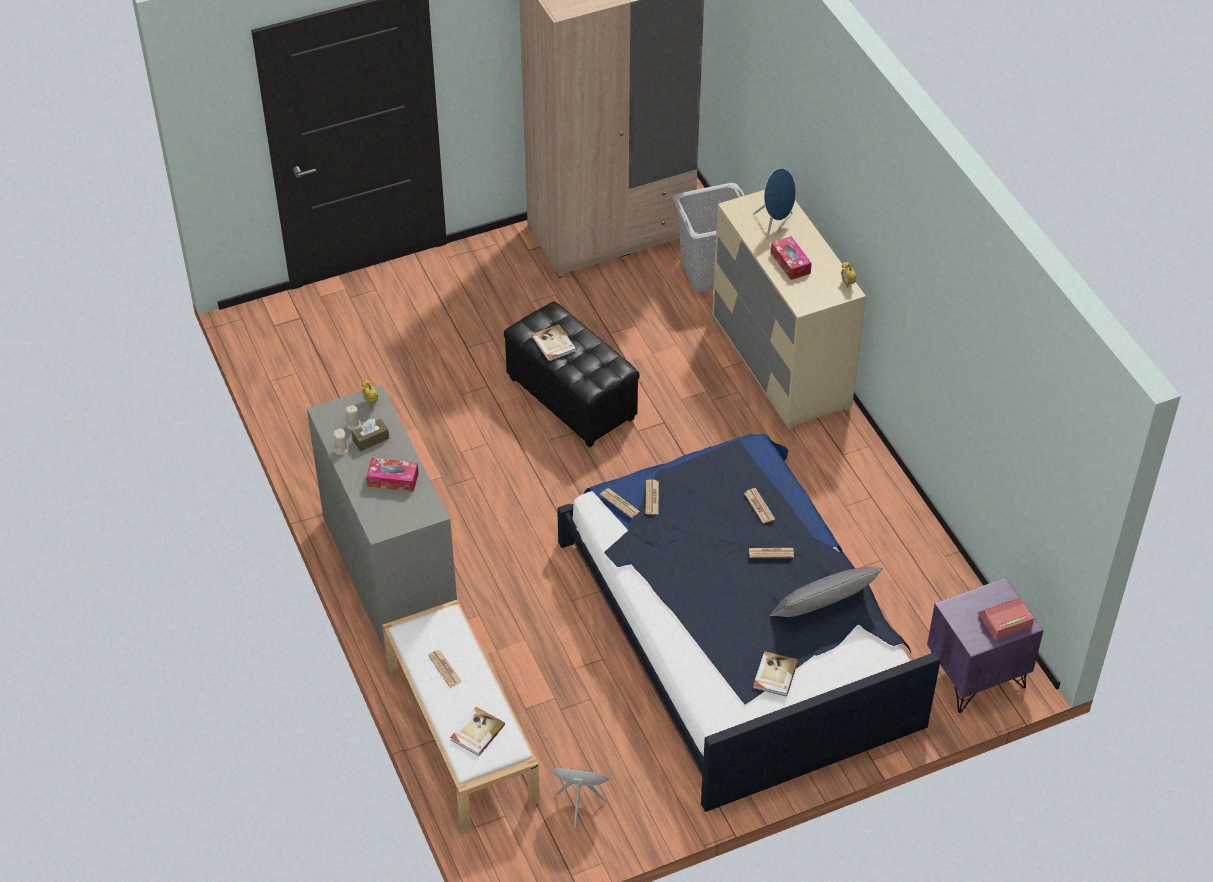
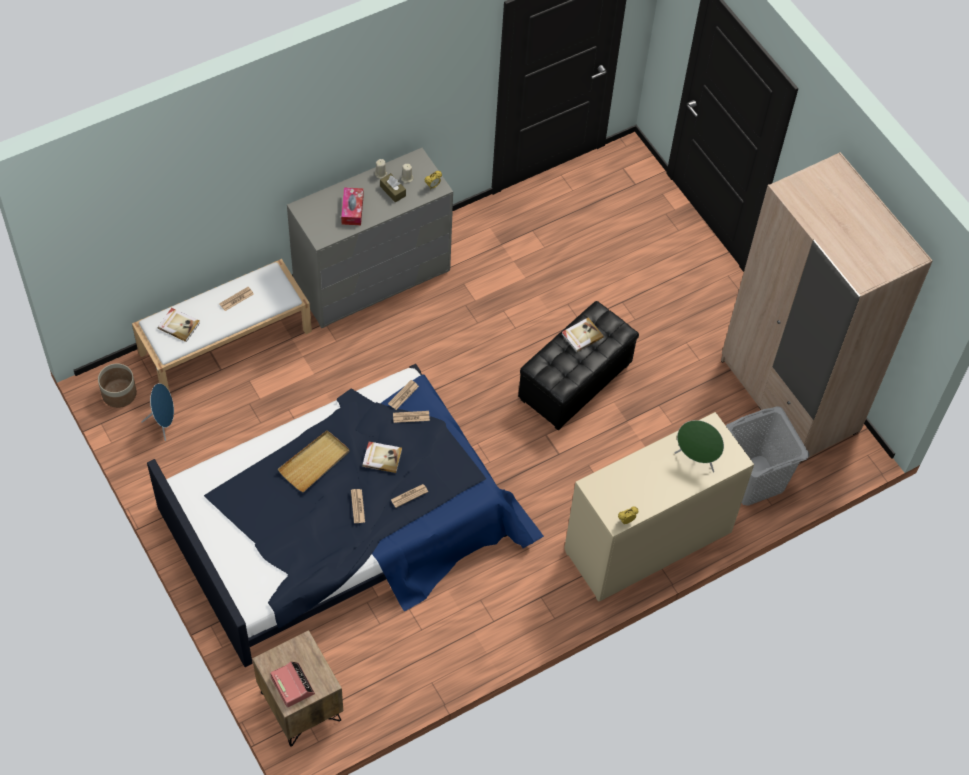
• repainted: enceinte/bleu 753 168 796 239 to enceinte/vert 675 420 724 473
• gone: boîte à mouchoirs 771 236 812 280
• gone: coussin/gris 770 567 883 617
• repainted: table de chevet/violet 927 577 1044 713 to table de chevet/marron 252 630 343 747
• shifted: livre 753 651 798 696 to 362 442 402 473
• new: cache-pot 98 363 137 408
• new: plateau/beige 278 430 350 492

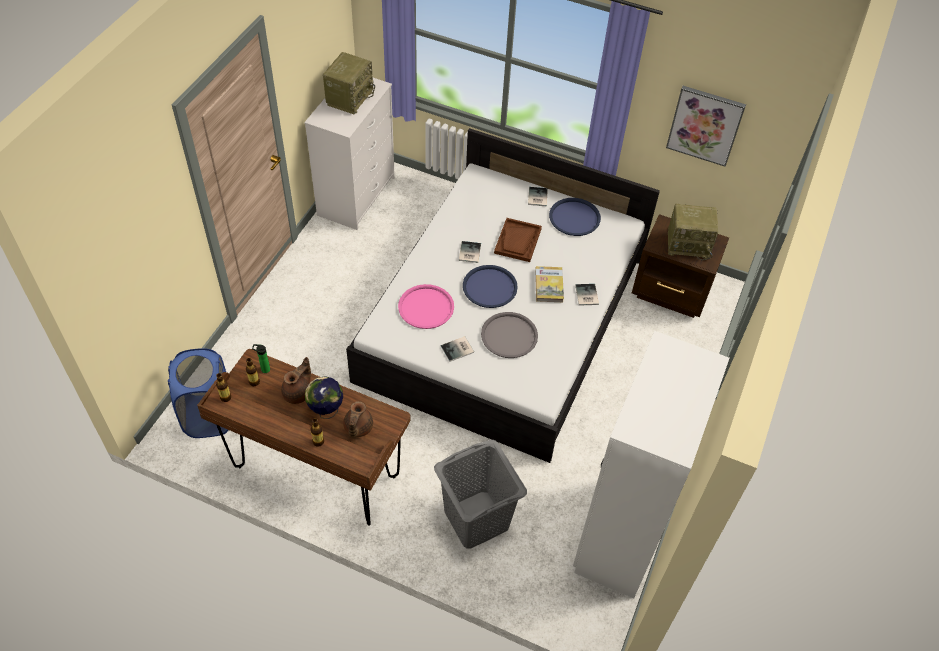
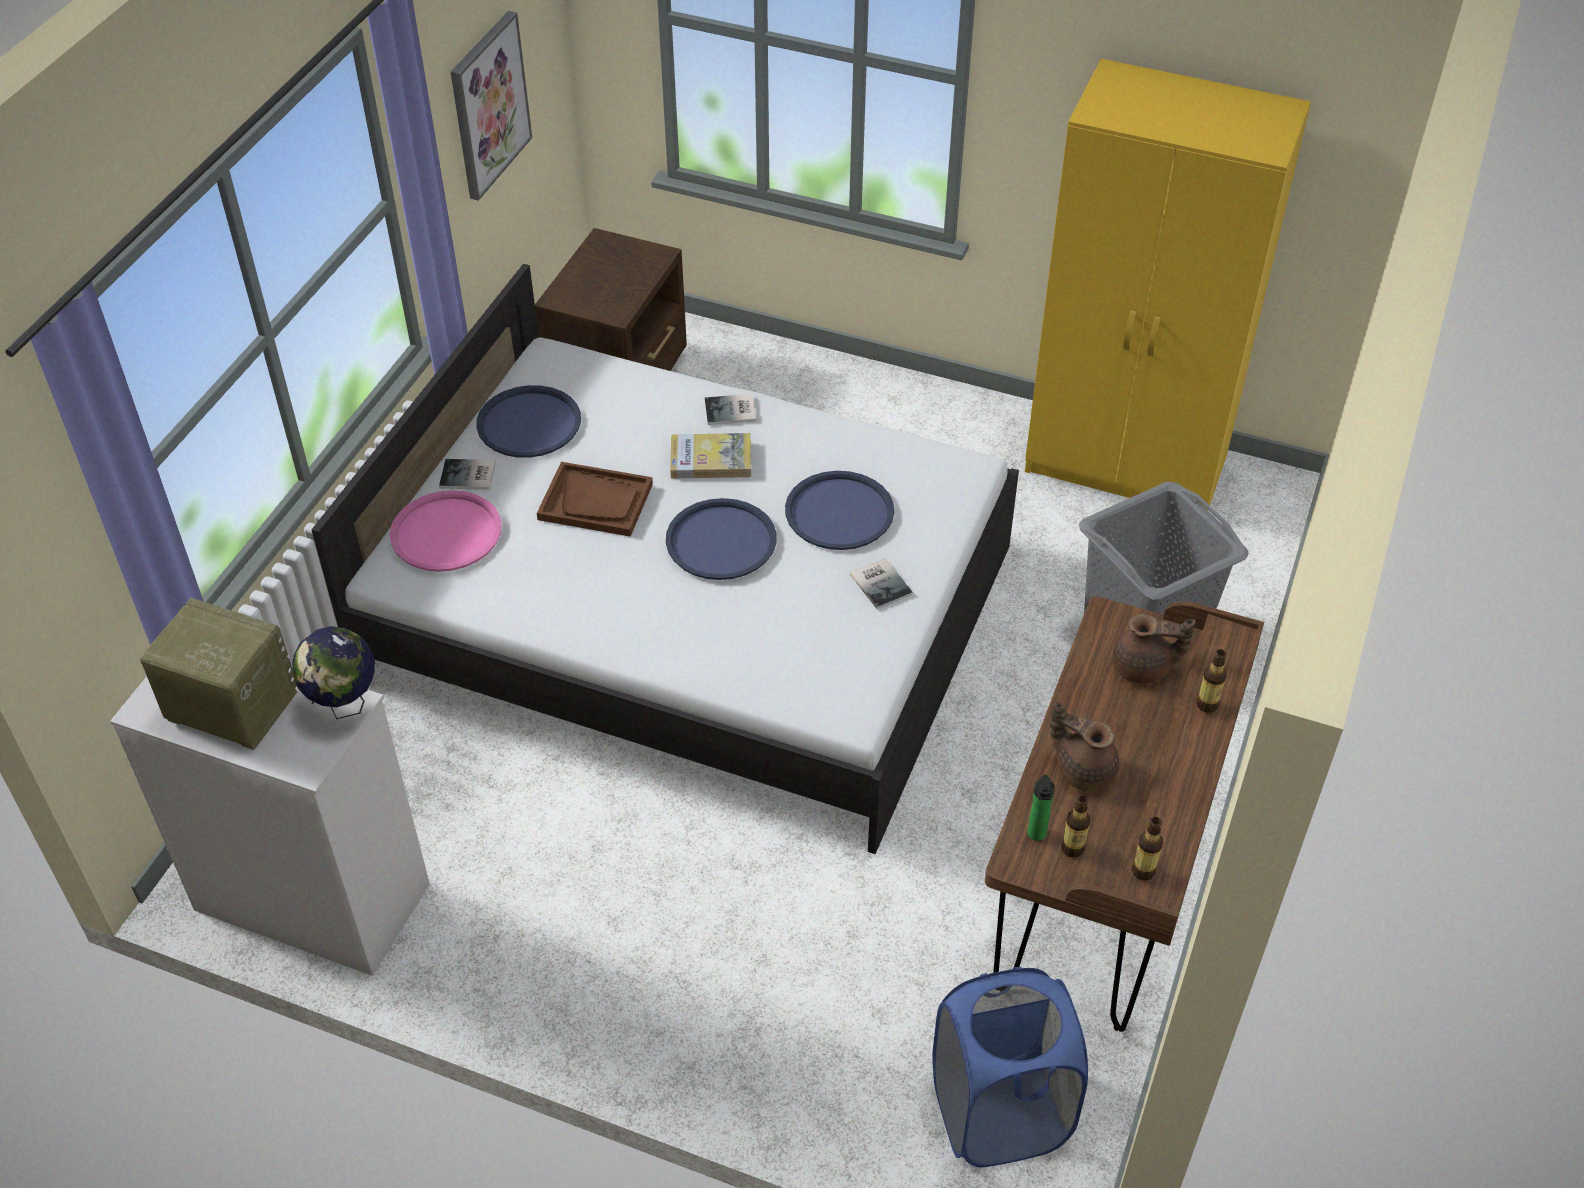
• gone: radio 668 204 718 260
• gone: livre 459 241 481 263
• shifted: plateau/rose 398 284 454 329 to 390 490 502 572
• repainted: plateau/gris 481 312 538 358 to plateau/bleu 785 471 894 550
• repainted: armoire/blanc 573 331 730 598 to armoire/jaune 1025 59 1311 510
• shifted: globe 305 376 343 419 to 292 626 375 719

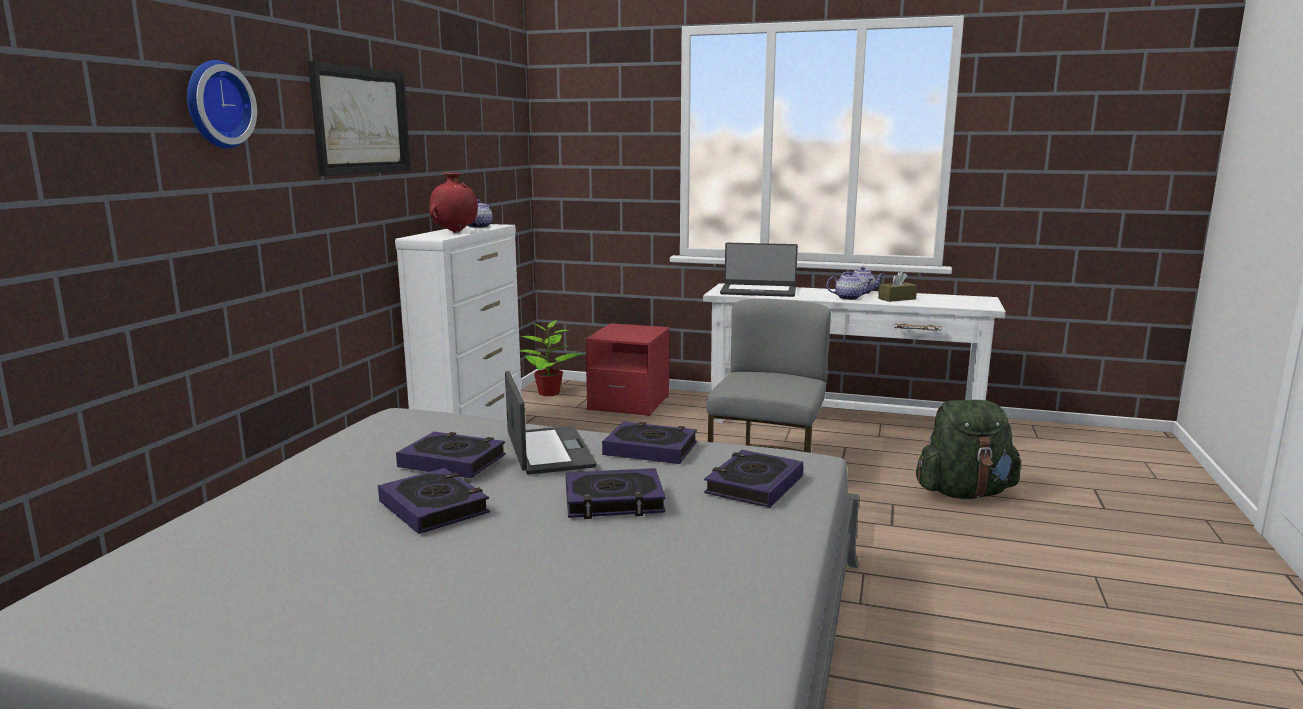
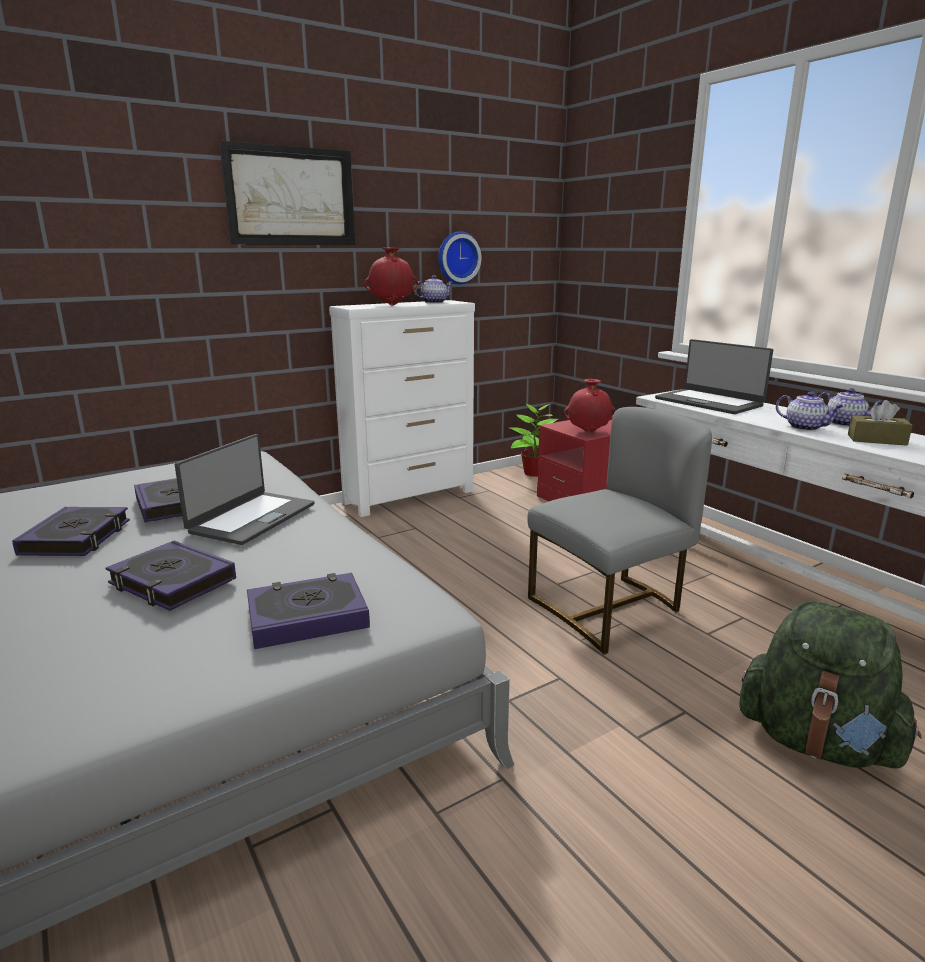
• shifted: horloge murale 187 60 257 148 to 438 231 481 284
• gone: livre 602 422 697 464
• new: vase/rouge 564 379 616 433

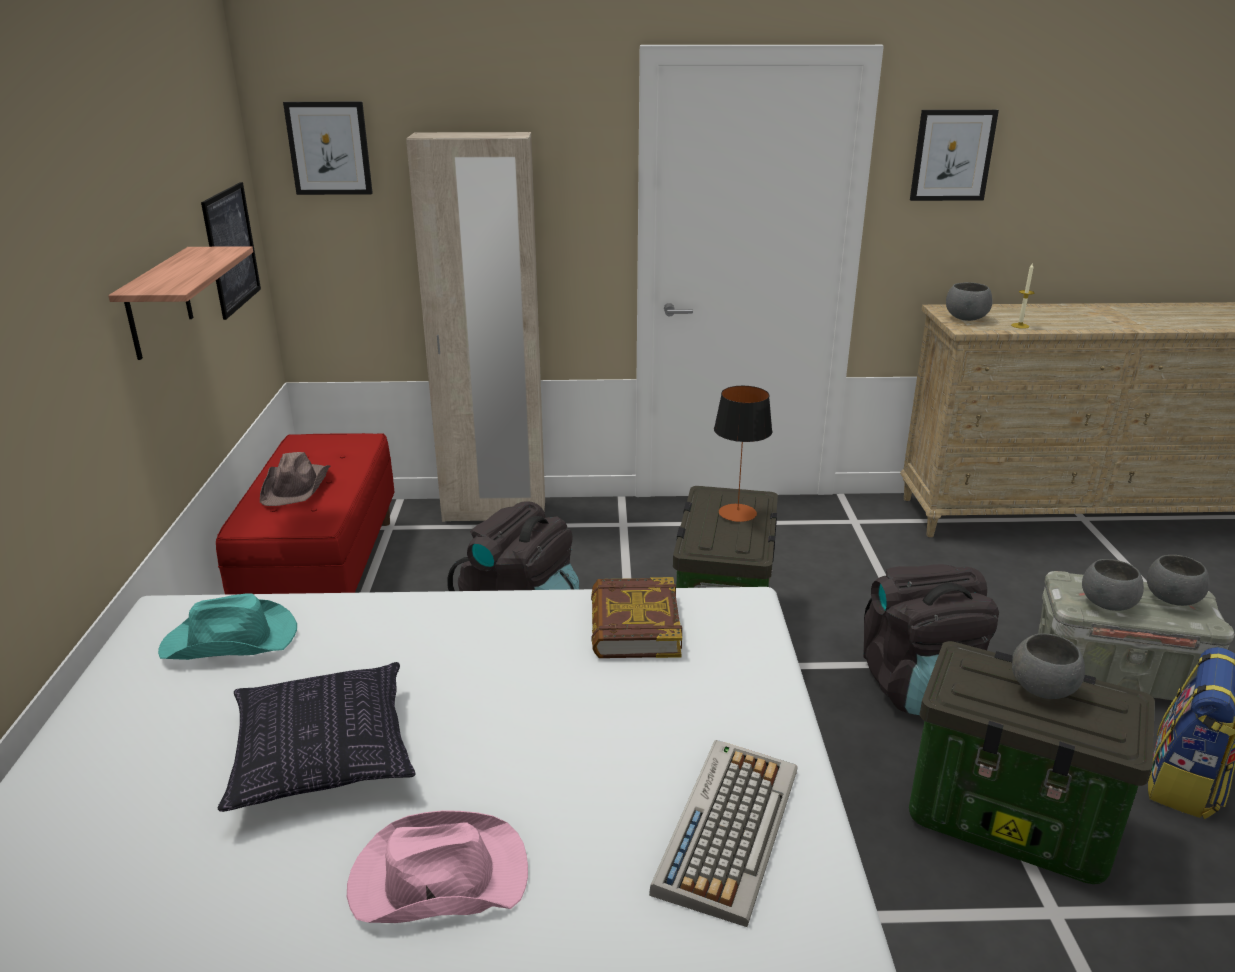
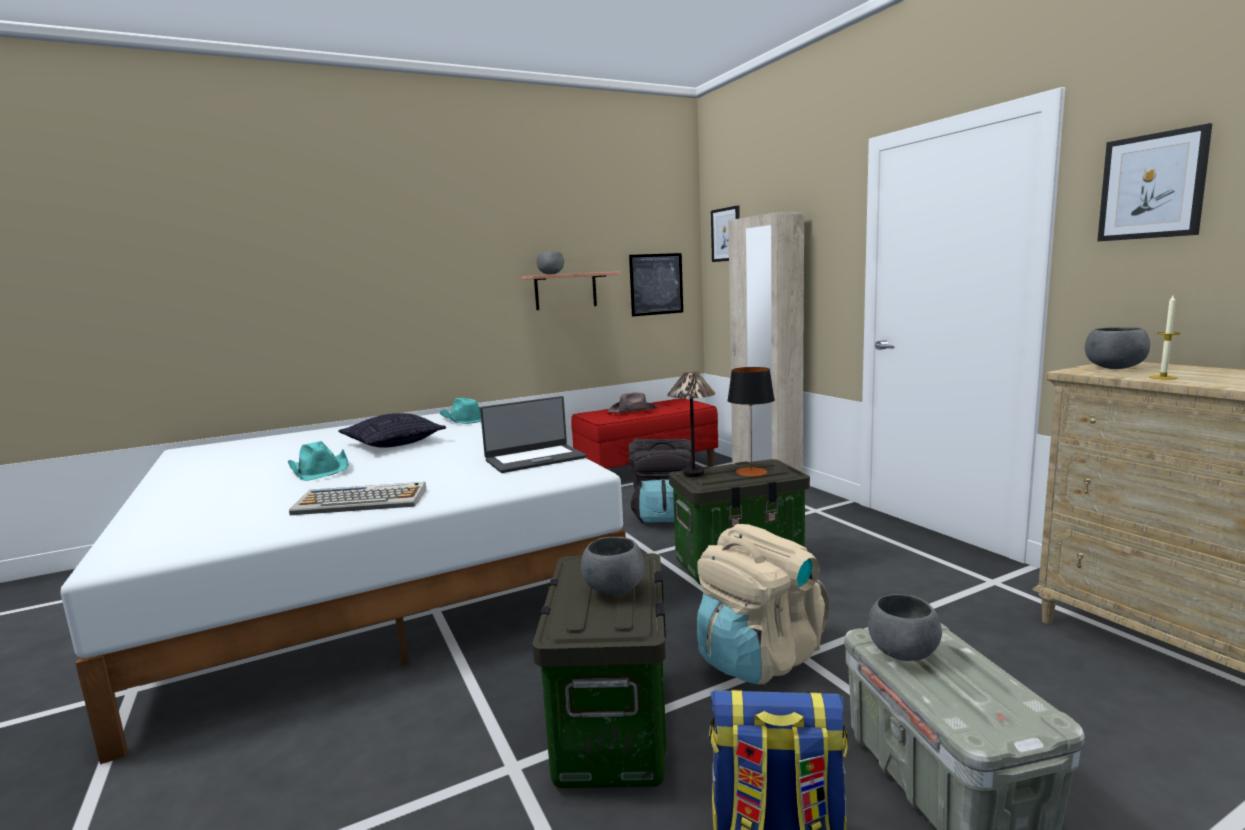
• shifted: bol/gris 1147 555 1210 606 to 537 252 564 275
• repainted: sac à dos/noir 863 564 999 715 to sac à dos/beige 697 524 829 684
• swapped: livre 591 577 682 658 to ordinateur portable 480 396 586 473
• repainted: chapeau/rose 347 810 528 923 to chapeau/turquoise 288 441 349 481
• new: lampe de table 667 371 716 477

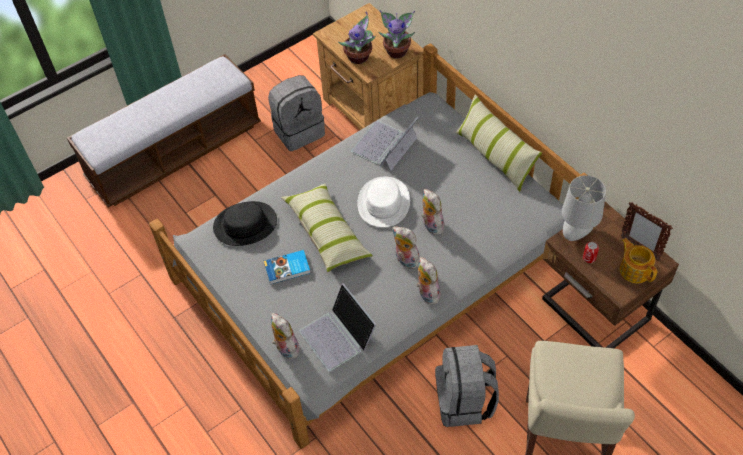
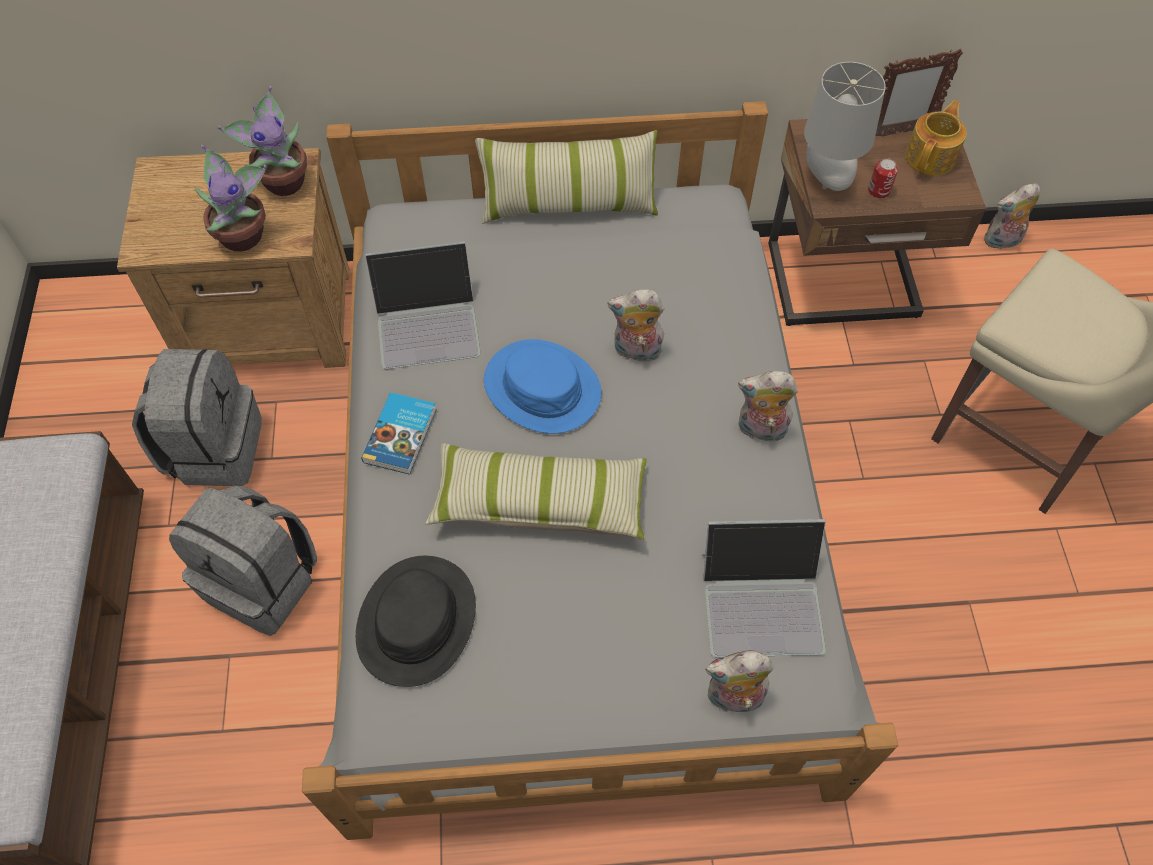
• rotated: ordinateur portable 351 117 418 171 = 365 242 481 369 75 degrees counterclockwise
• repainted: chapeau/blanc 357 177 410 227 to chapeau/bleu 484 339 601 434
• shifted: peluche 392 226 420 269 to 984 183 1040 249
• rotated: théière 620 238 657 283 = 905 100 967 176 120 degrees clockwise
• shifted: livre 264 250 311 285 to 361 392 437 475
• shifted: sac à dos/gris 435 345 499 427 to 169 485 317 636

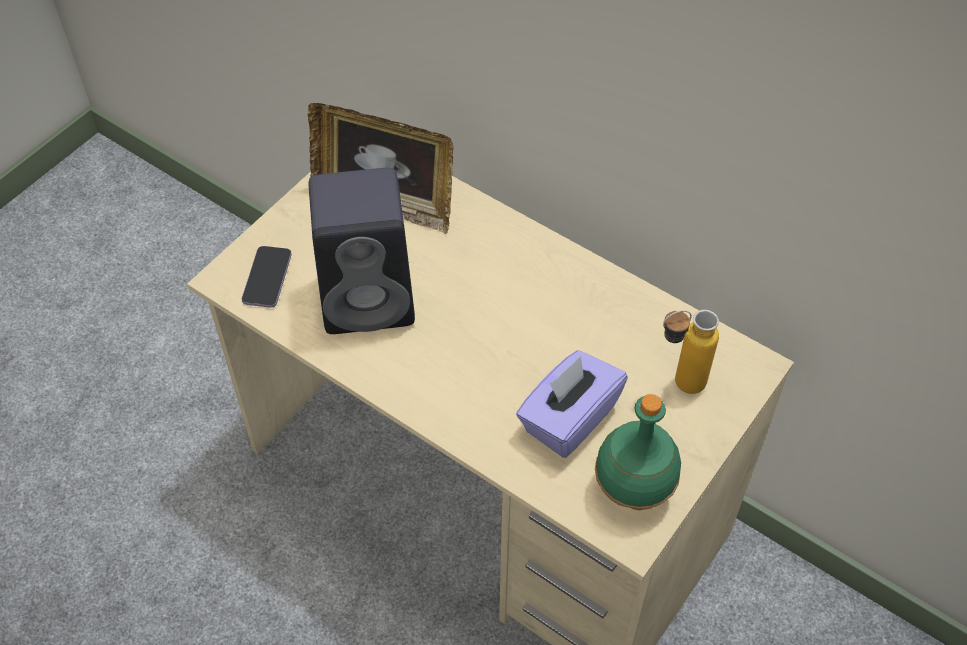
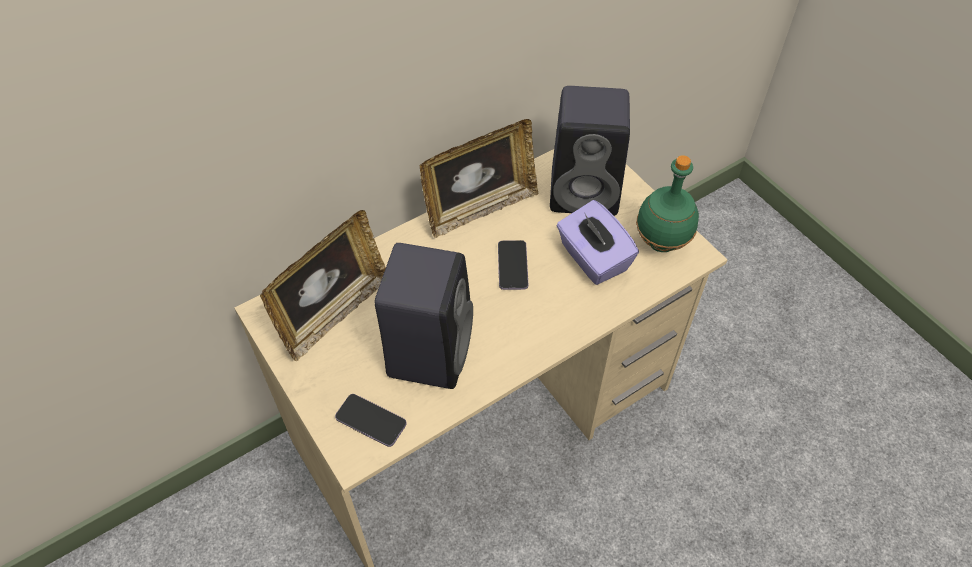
• swapped: bouteille 663 310 719 394 to enceinte/noir 550 86 630 216
• new: cadre photo 419 119 539 238
• new: téléphone 498 240 528 290

